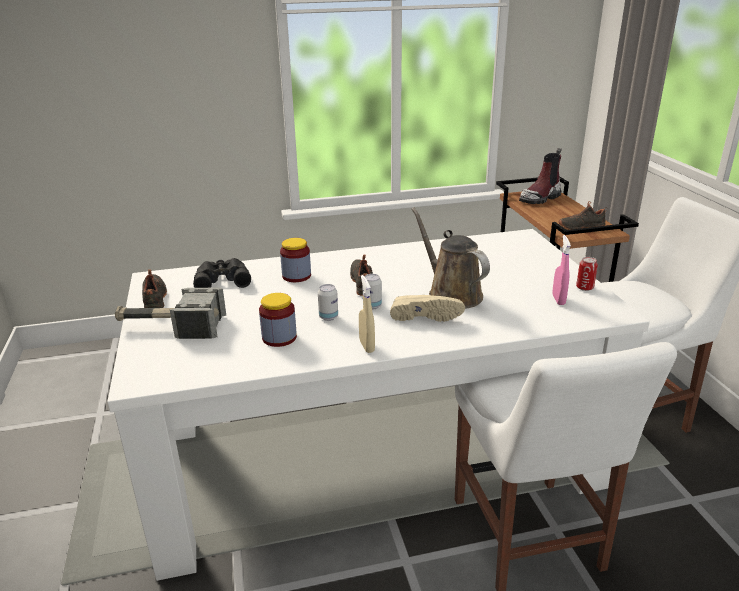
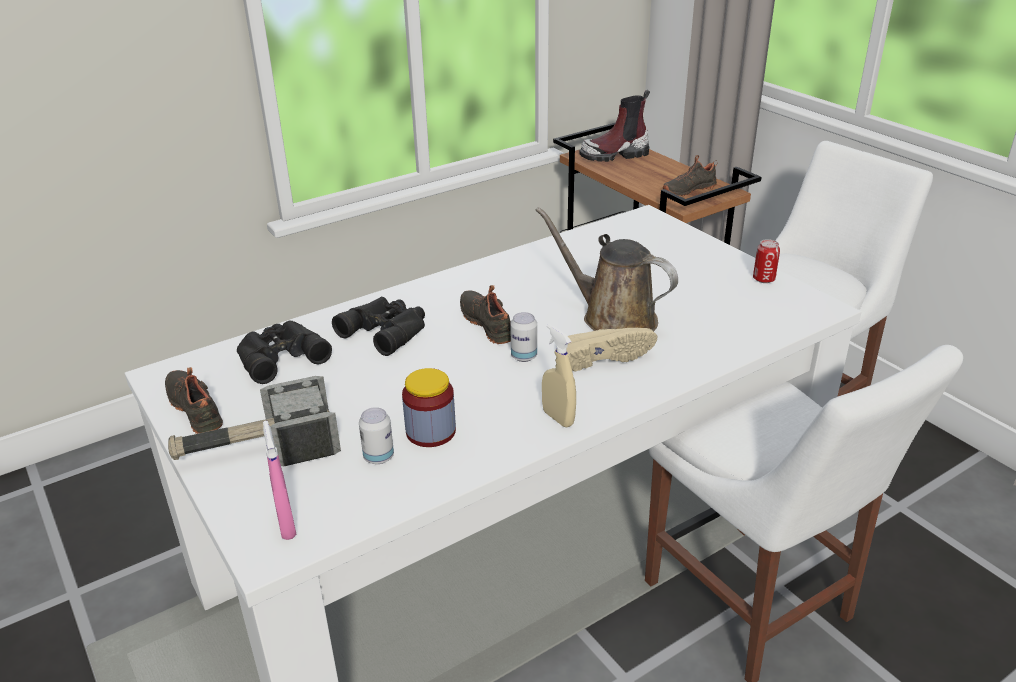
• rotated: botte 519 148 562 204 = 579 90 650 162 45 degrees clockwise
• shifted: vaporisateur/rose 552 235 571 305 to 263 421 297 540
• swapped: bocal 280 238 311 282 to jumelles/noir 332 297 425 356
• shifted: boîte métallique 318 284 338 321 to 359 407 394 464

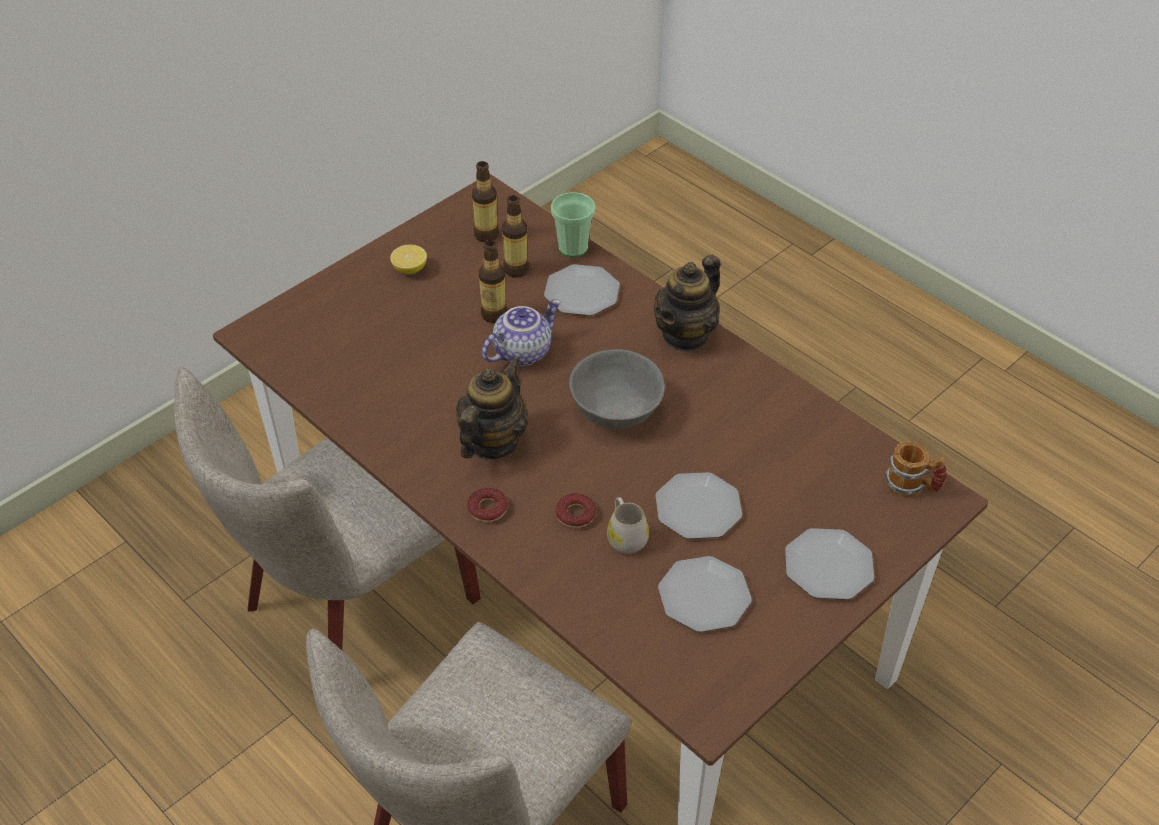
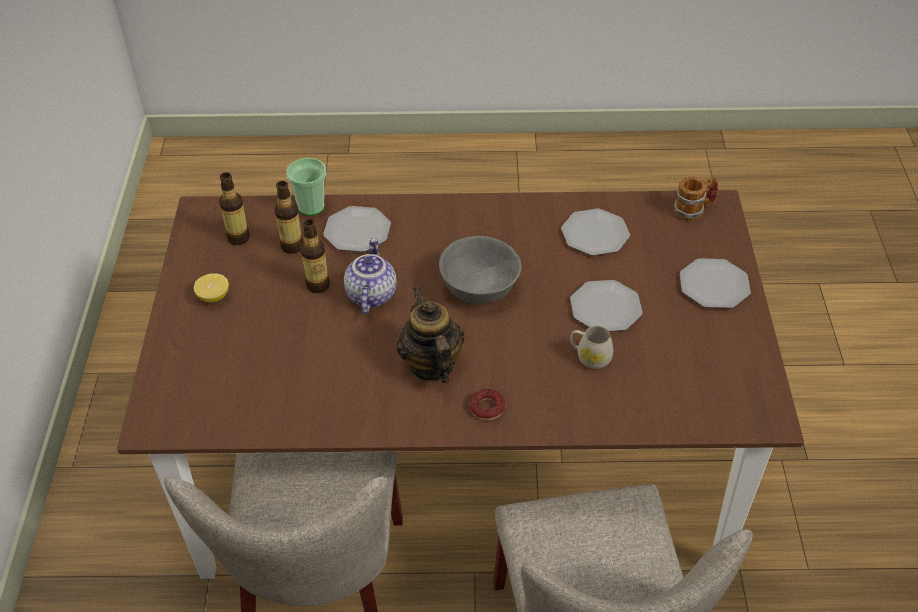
• gone: théière 654 254 721 352
• gone: beignet 556 493 596 528
• shifted: assiette 658 556 752 632 to 561 208 630 256

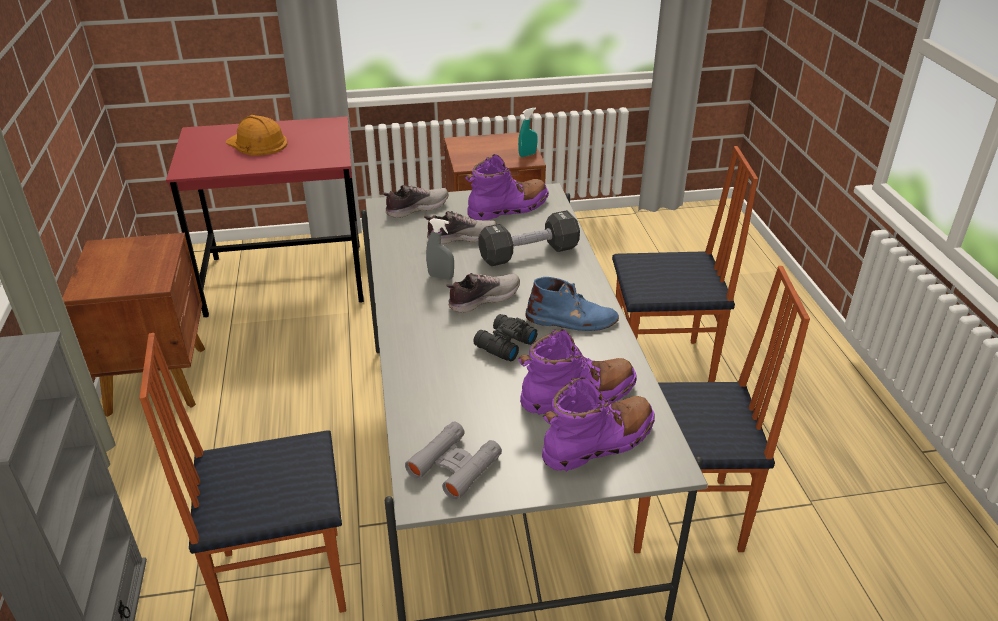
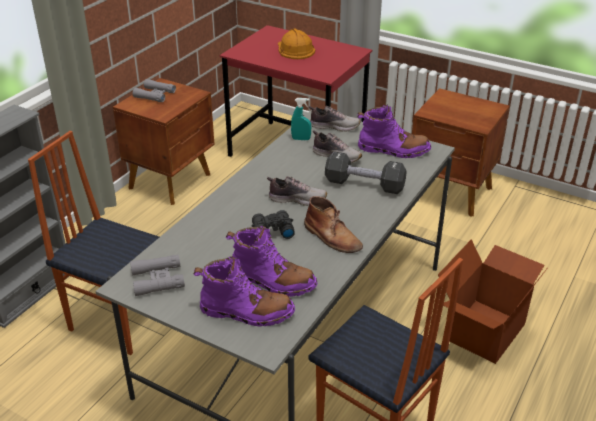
• shifted: vaporisateur/turquoise 518 108 537 157 to 291 98 311 140
• swapped: chaise 612 146 758 382 to carton 438 239 548 364
• gone: vaporisateur/gris 426 218 454 280
• repainted: botte/bleu 526 277 619 331 to botte/marron 304 196 363 253
• new: jumelles/gris 133 79 176 102

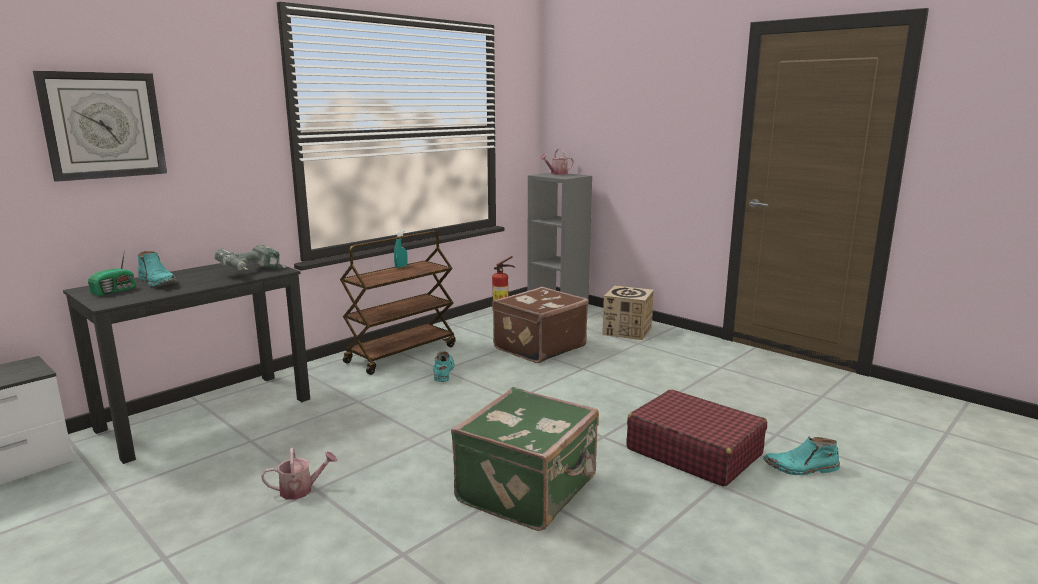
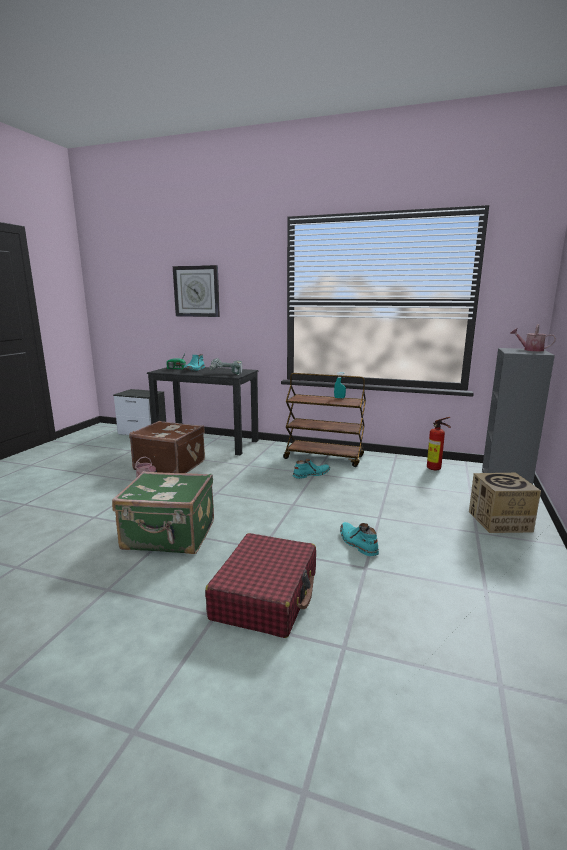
• shifted: valise/marron 492 287 589 363 to 129 421 205 473
• shifted: botte/turquoise 763 436 840 475 to 340 522 379 556

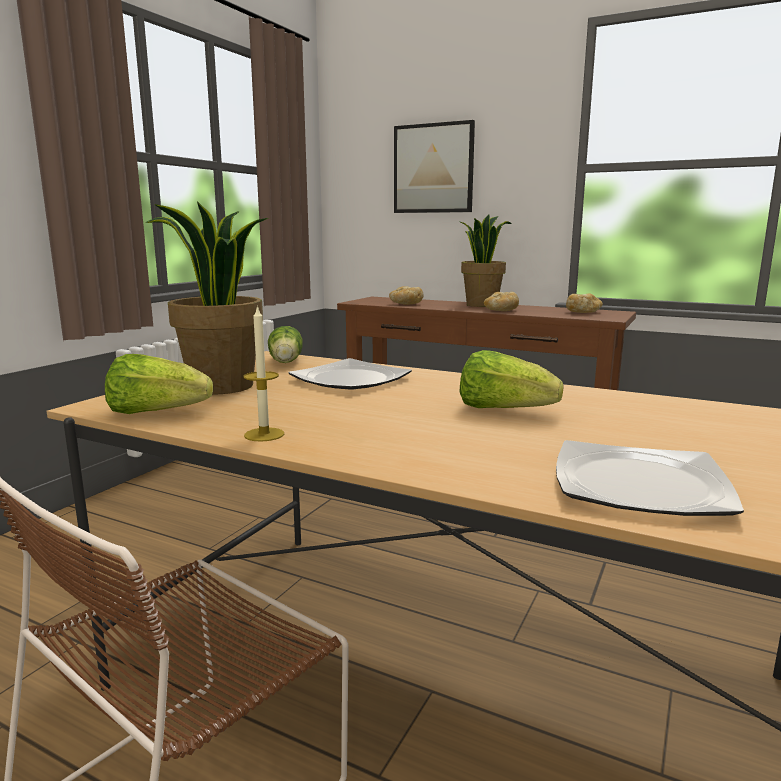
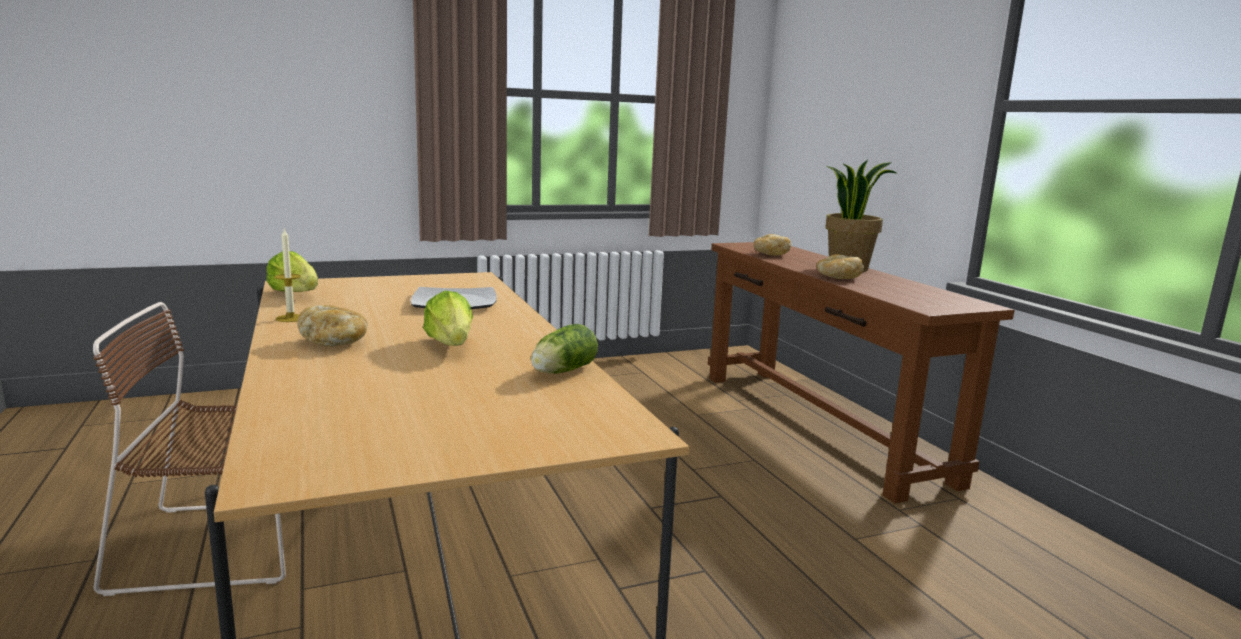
• gone: tableau 394 120 475 213
• gone: plante en pot 145 201 268 394
• shifted: pain 566 293 603 313 to 297 305 368 347
• shifted: laitue 268 326 302 363 to 531 324 598 373
• gone: assiette 556 440 744 516

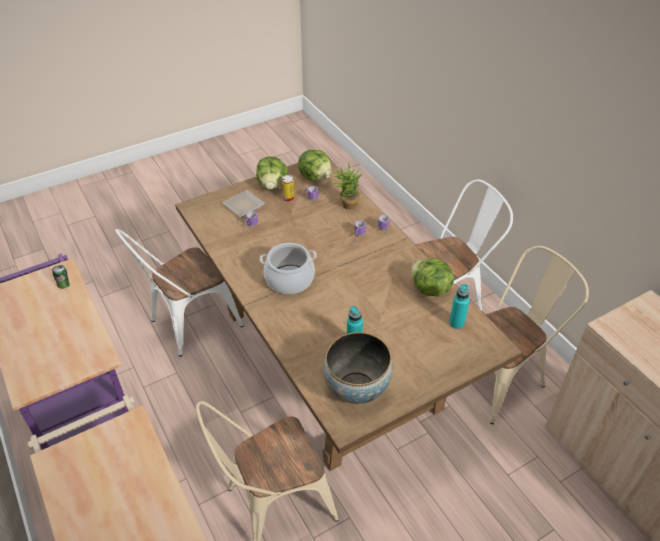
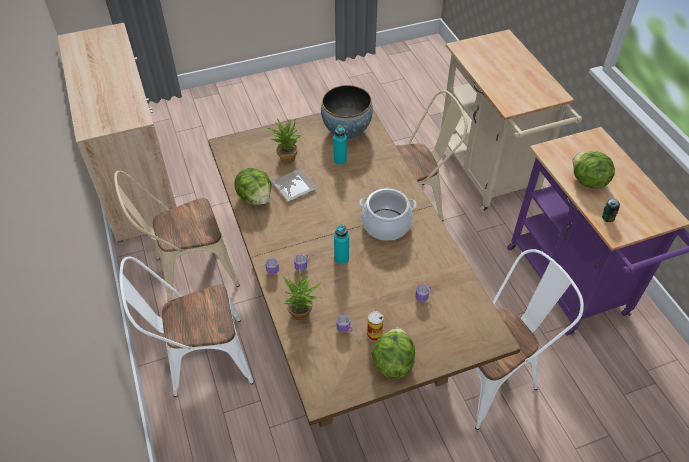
• shifted: laitue 298 150 332 181 to 573 151 615 189
• shifted: assiette 222 190 266 218 to 272 169 317 202
• shifted: bouteille/turquoise 449 284 470 329 to 334 224 349 265
• new: plante en pot 266 119 302 164

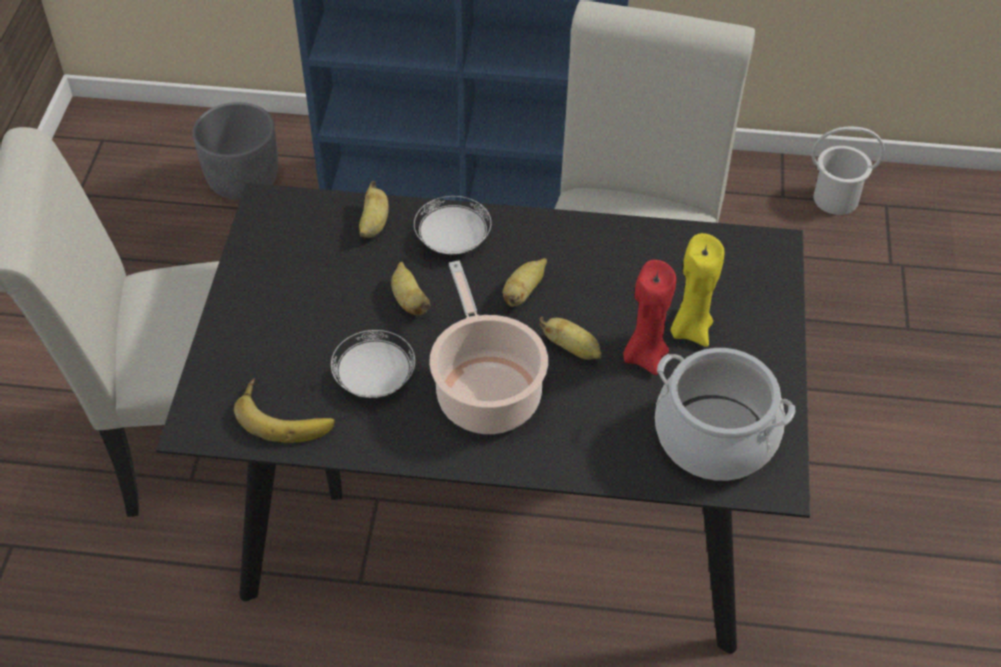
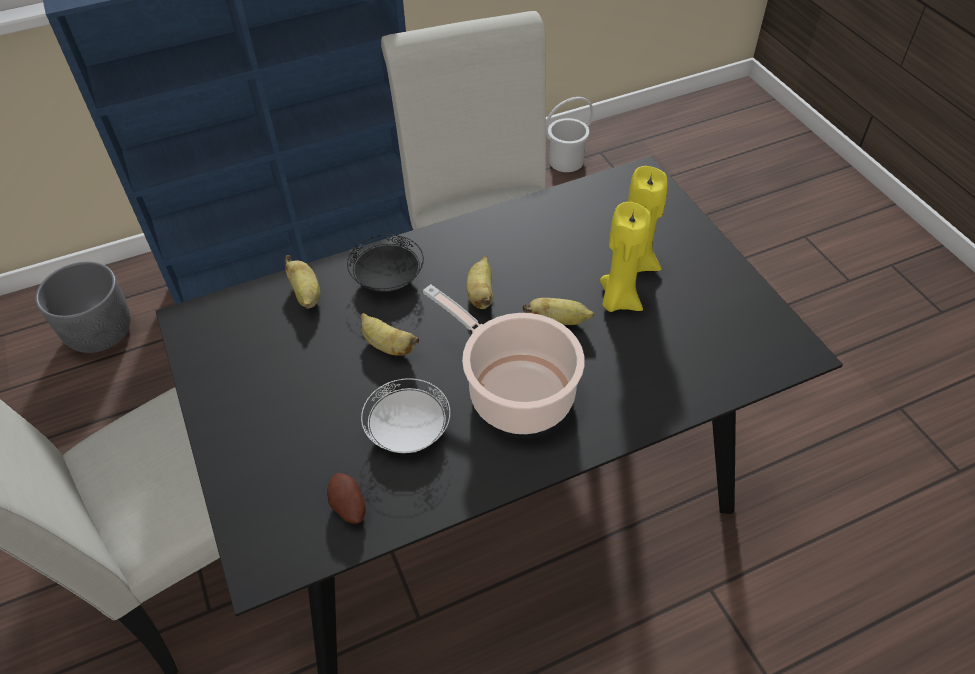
• repainted: assiette/blanc 414 196 491 254 to assiette/noir 347 234 424 292
• repainted: bougie/rouge 623 260 676 375 to bougie/jaune 600 202 651 312
• gone: marmite 655 348 795 481
• swapped: banane 234 379 335 443 to pomme de terre 327 473 366 523

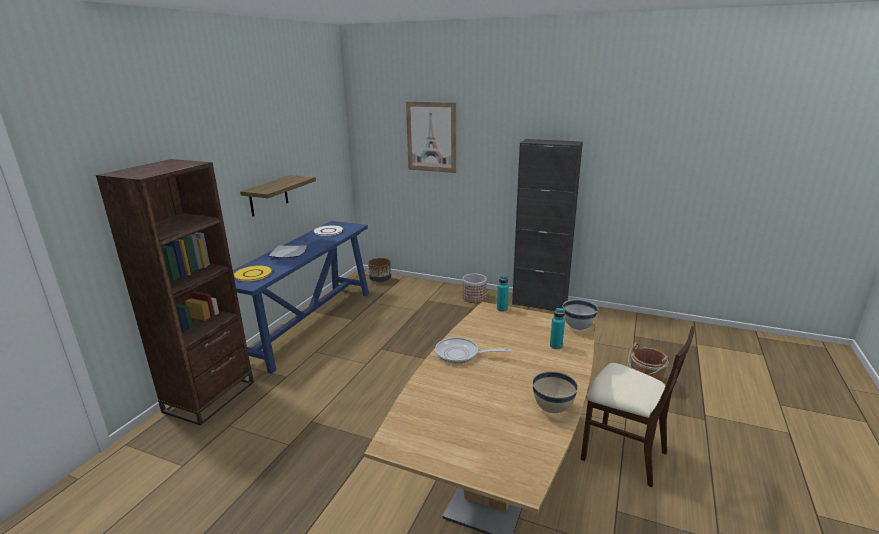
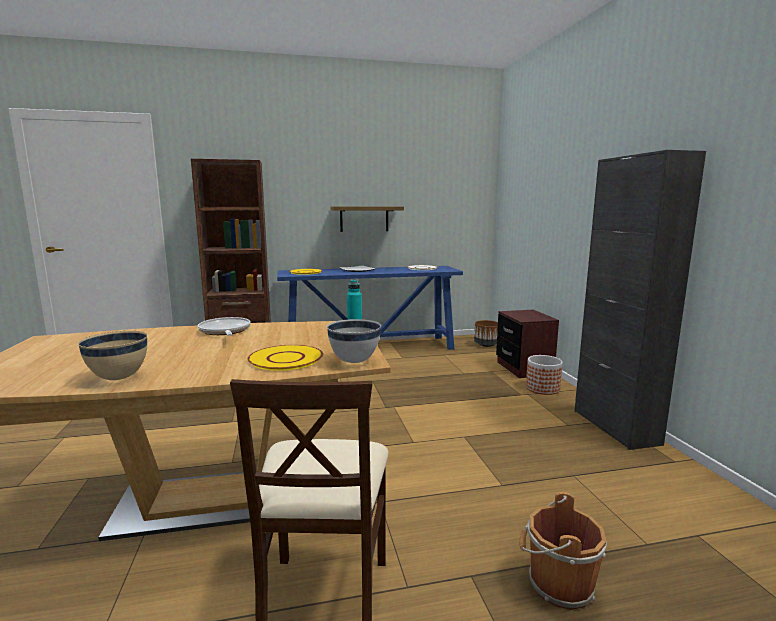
• gone: tableau 406 101 456 173
• swapped: bouteille/turquoise 550 308 565 349 to assiette/jaune 247 345 323 371
• new: table de chevet/marron 496 310 559 378

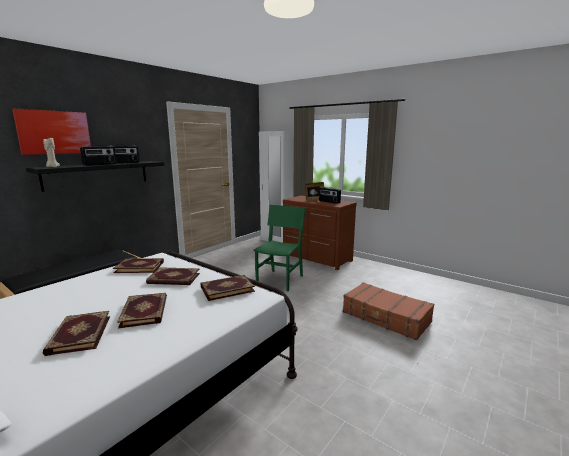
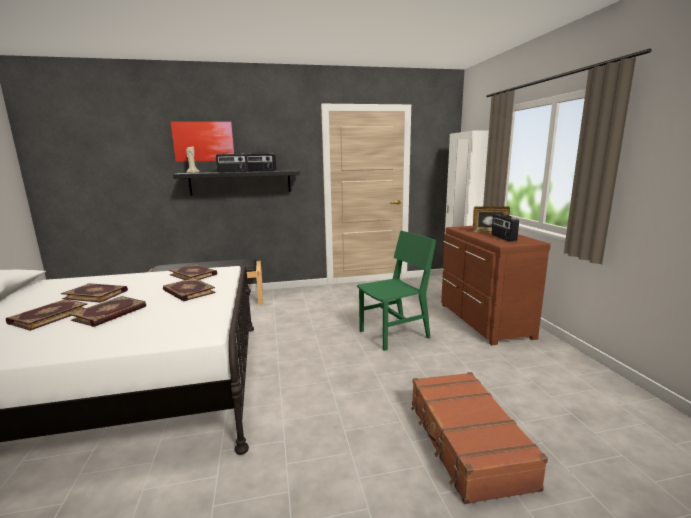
• shifted: livre 201 275 255 301 to 61 283 128 303

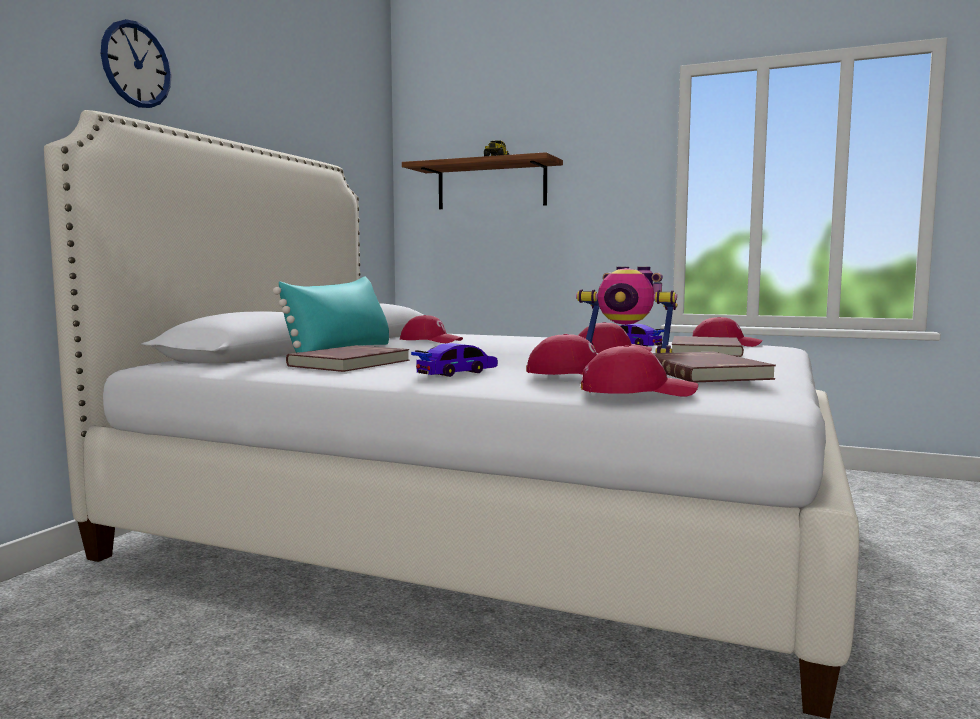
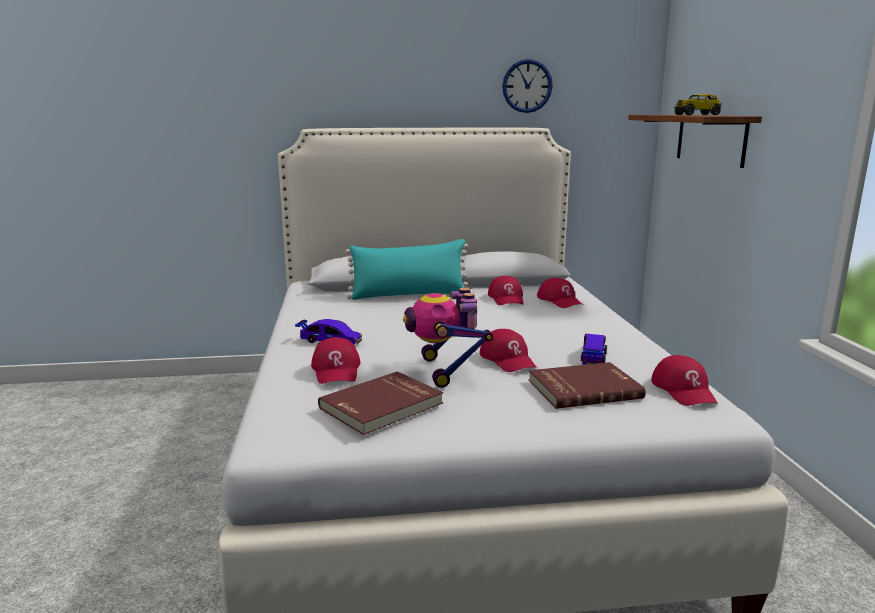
• shifted: horloge murale 101 19 172 108 to 502 59 553 113
• gone: livre/rouge 286 345 410 372
• shifted: casquette/rouge 581 345 698 397 to 537 278 582 308

